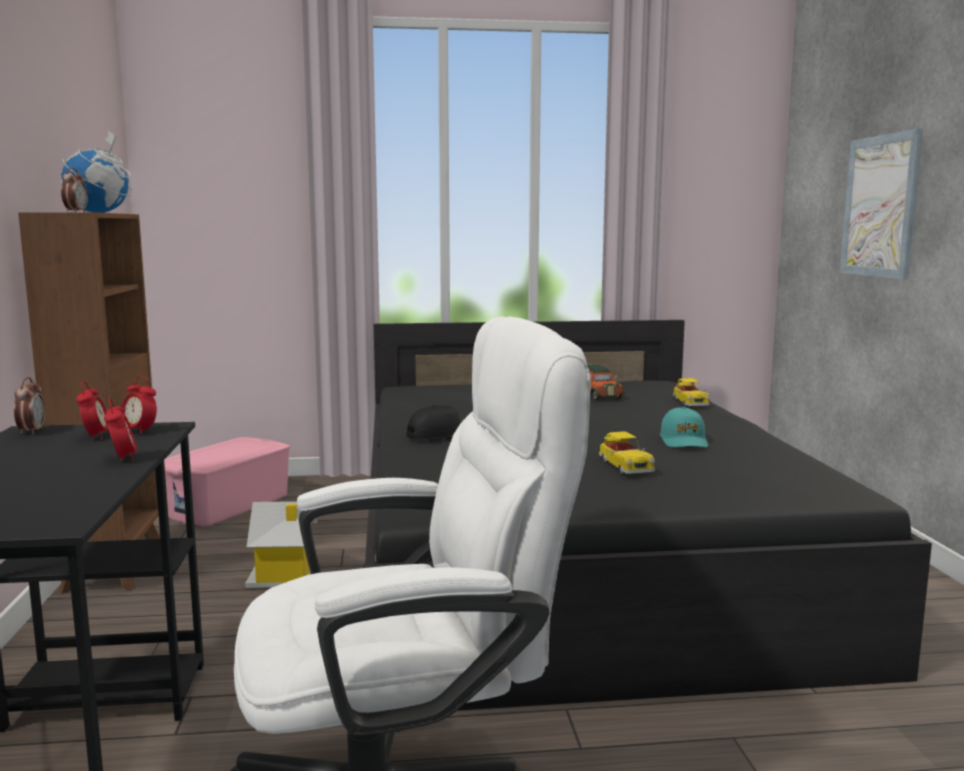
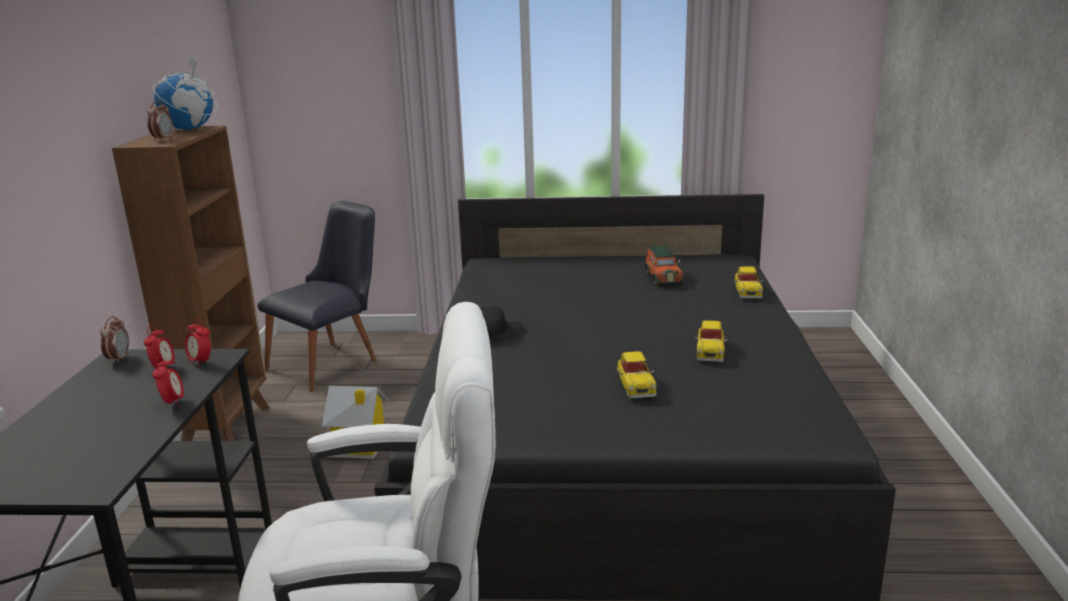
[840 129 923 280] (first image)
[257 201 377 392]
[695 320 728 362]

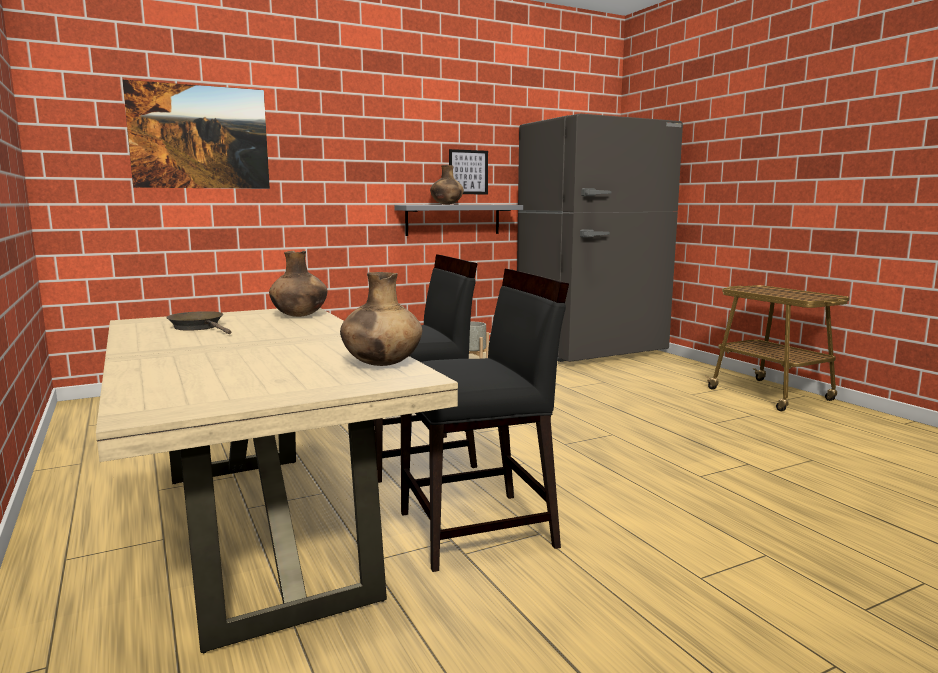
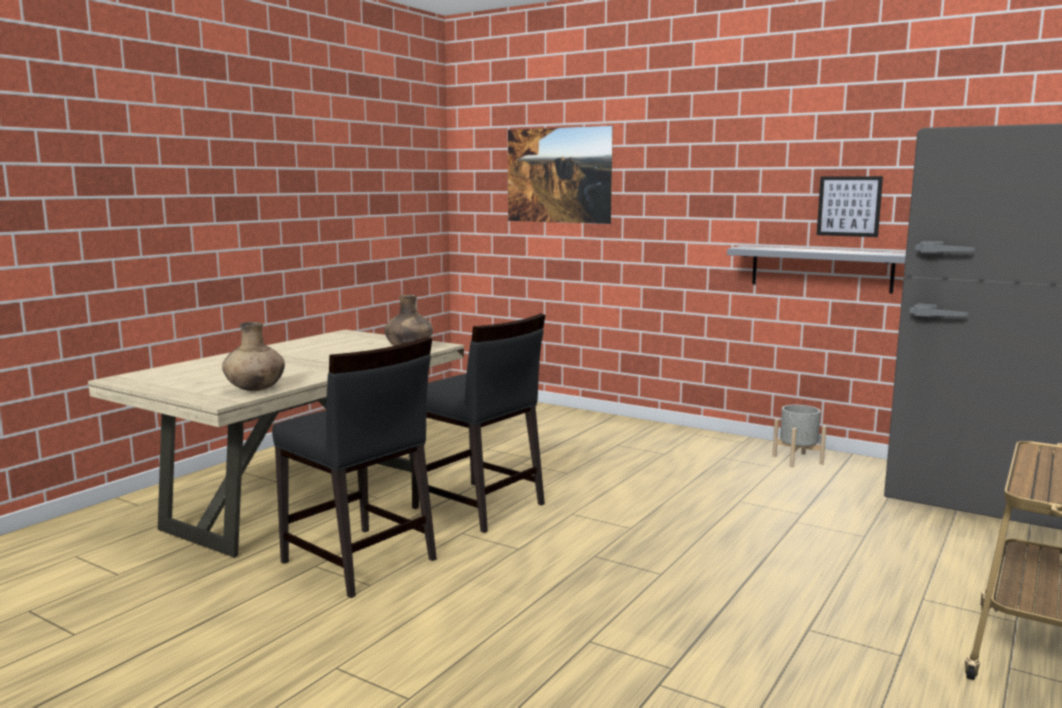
[166 311 231 334] (first image)
[430 165 464 205] (first image)

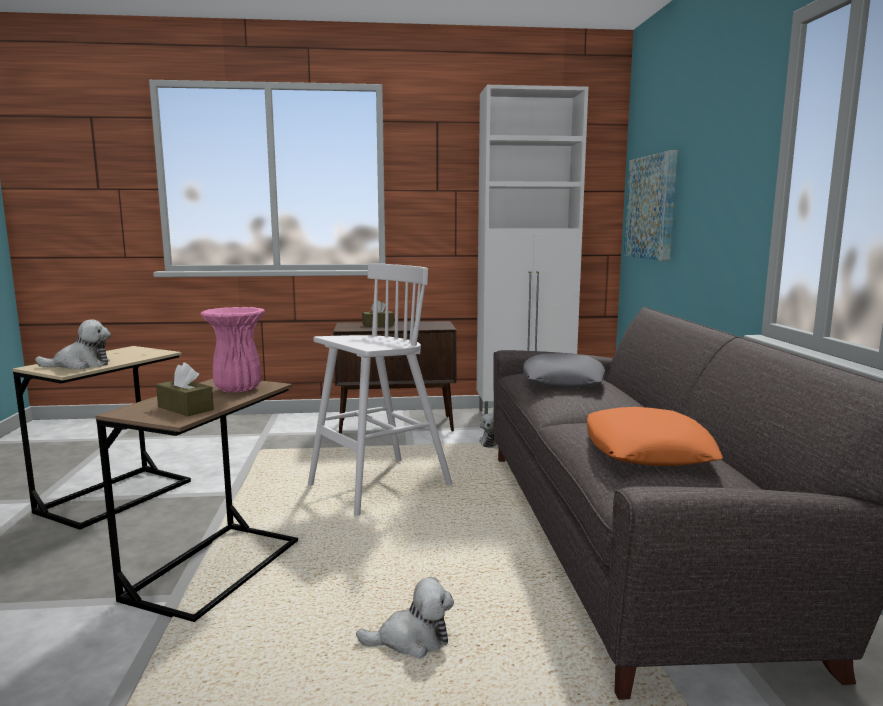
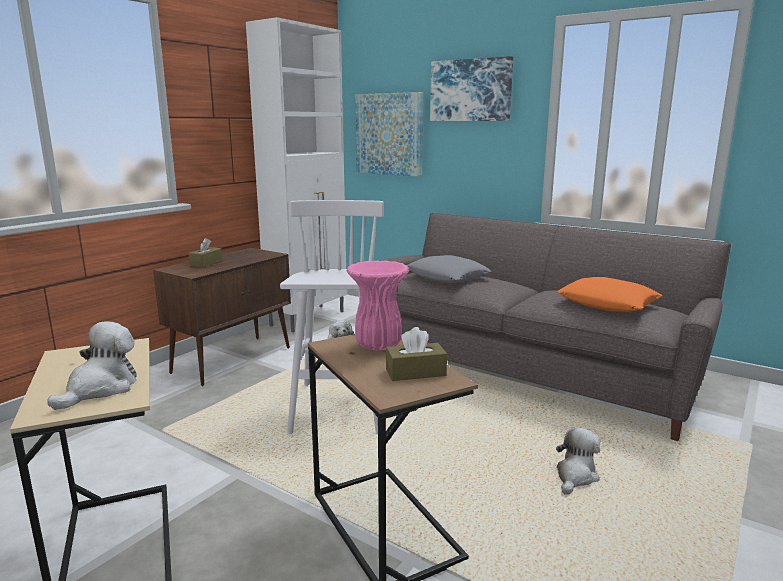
[430 56 513 121]

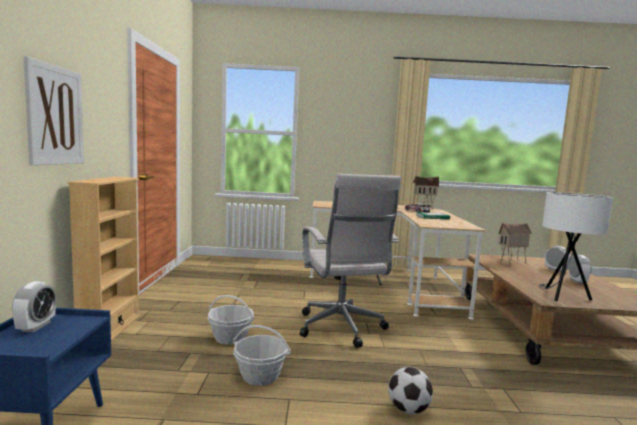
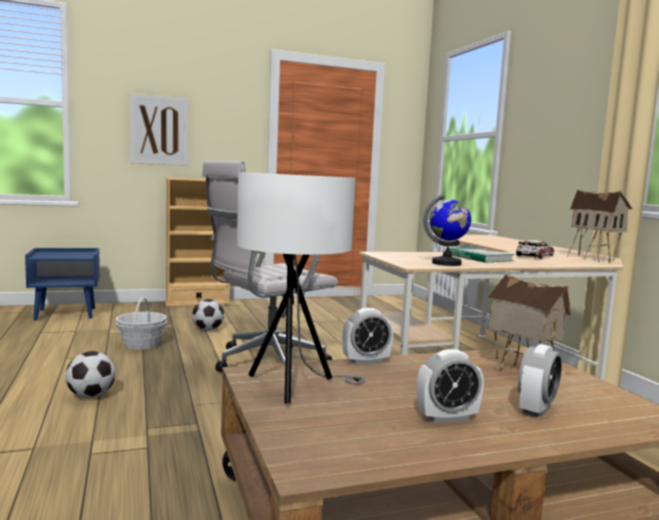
[423 194 471 266]
[342 308 393 365]
[192 299 224 331]

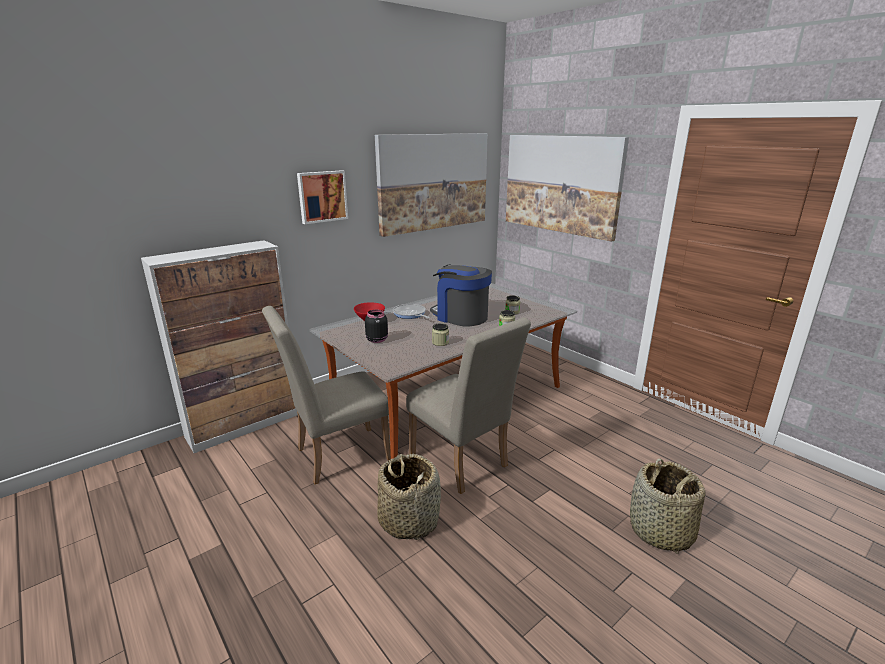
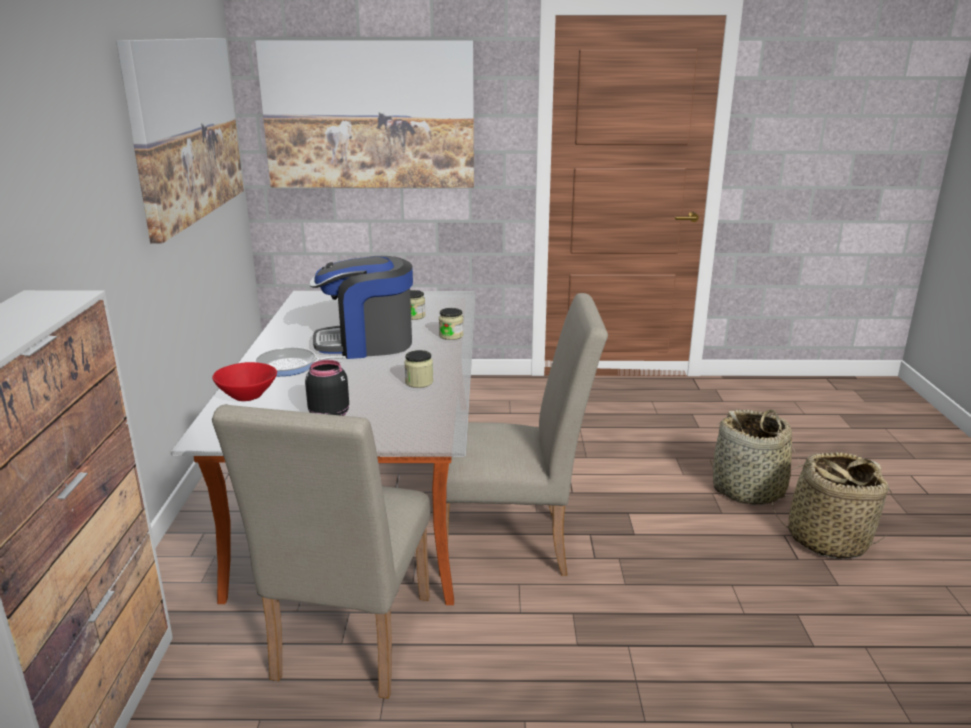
[297 170 348 224] (first image)
[772 452 893 559]

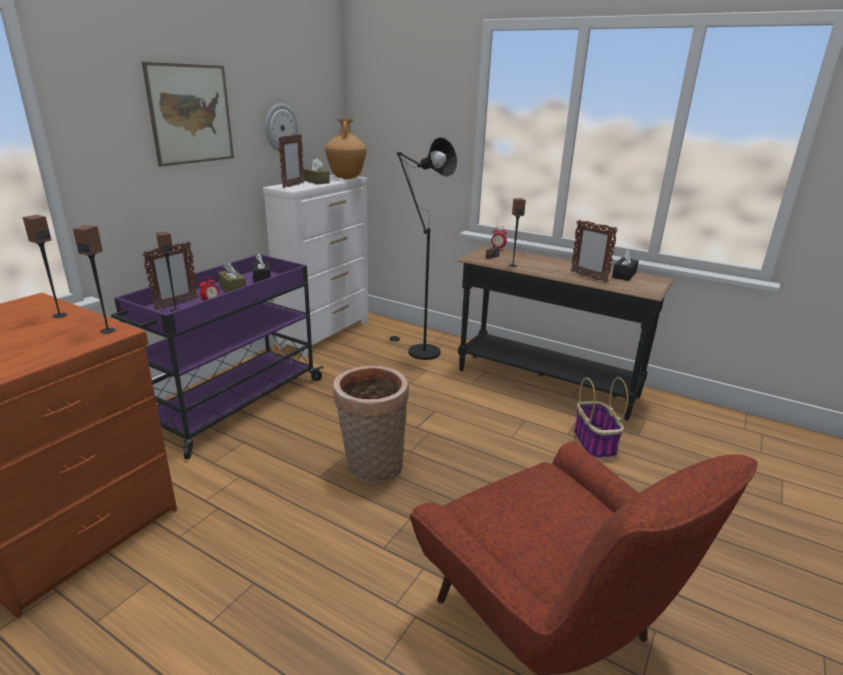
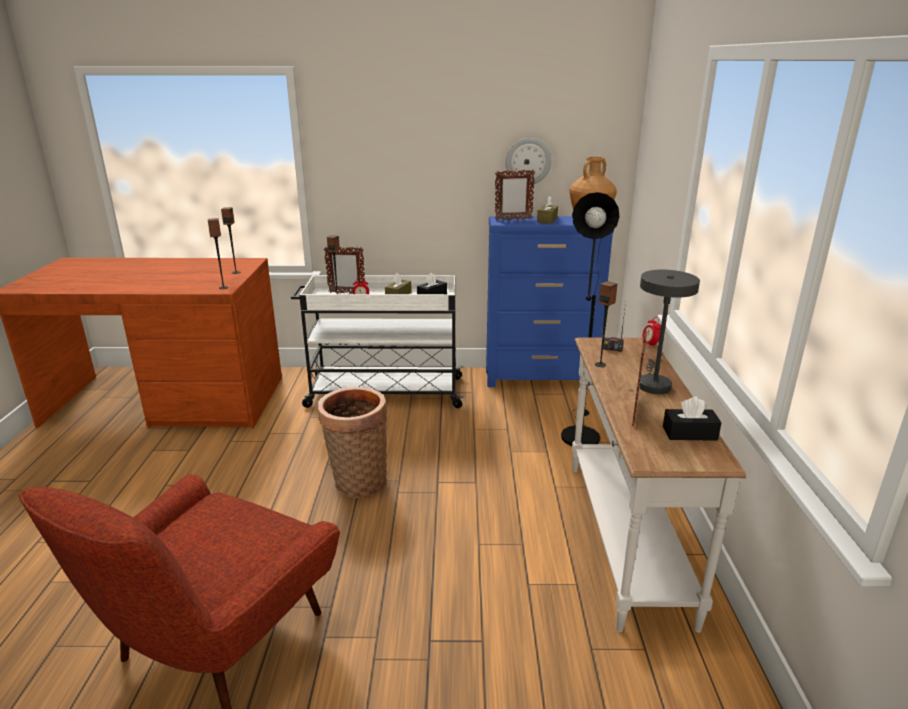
[142 62 234 167] (first image)
[574 377 628 459] (first image)
[639 270 700 394]
[291 275 464 408]
[486 216 614 387]
[572 338 746 633]

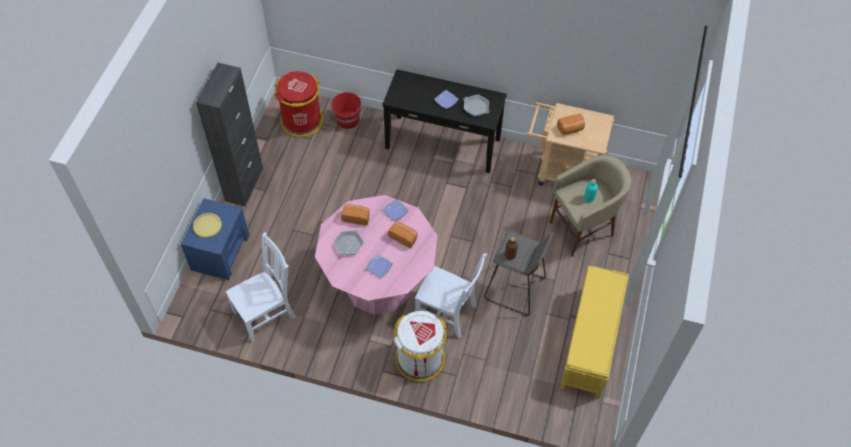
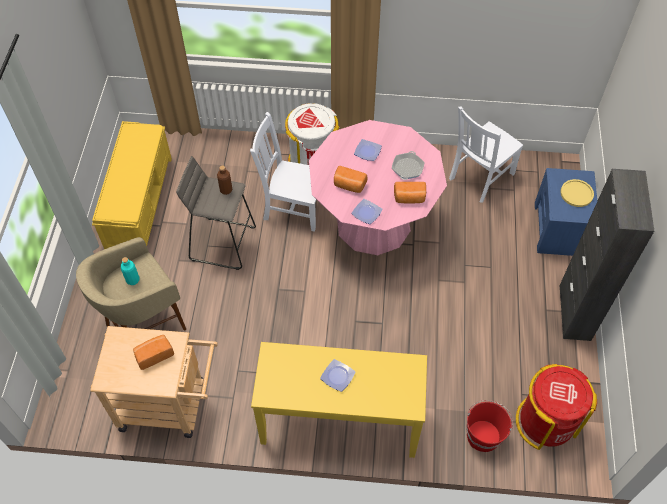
[463 95 490 116] (first image)
[251 342 427 458]

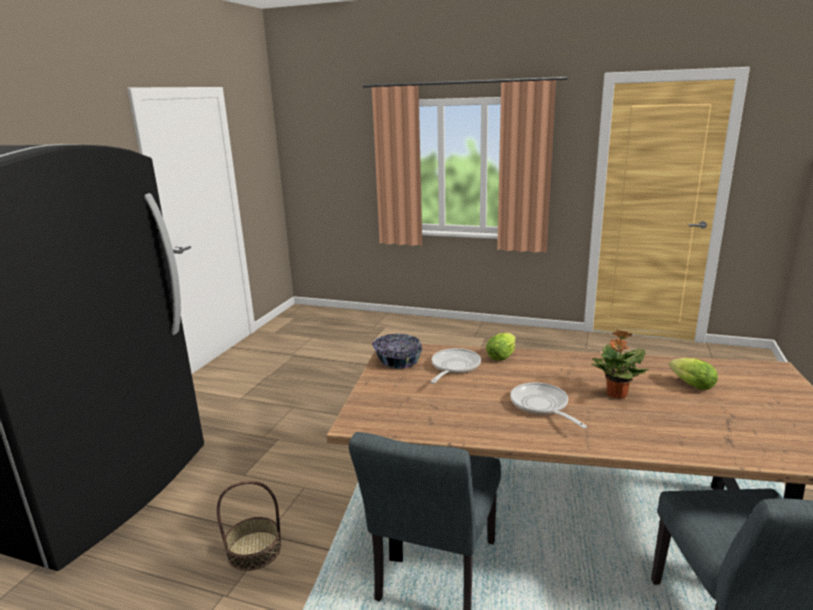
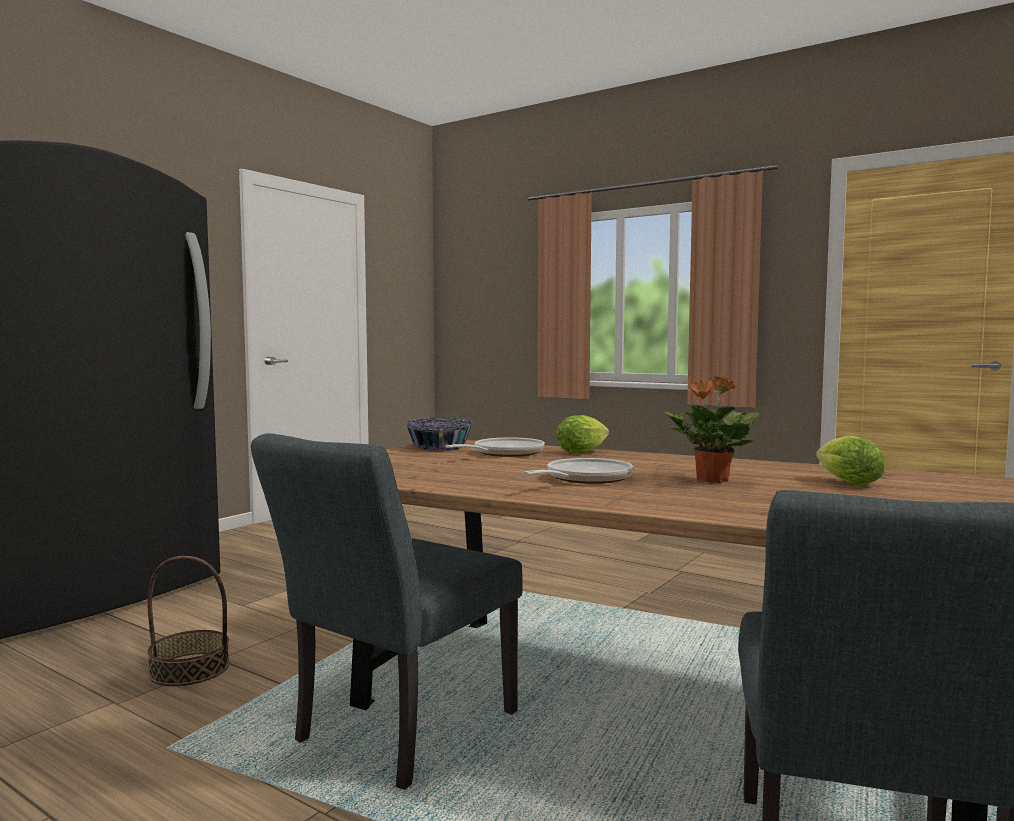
[522 458 633 484]

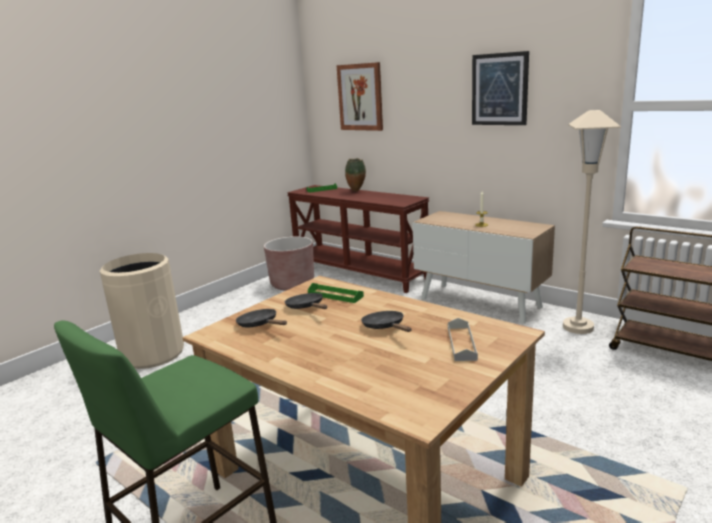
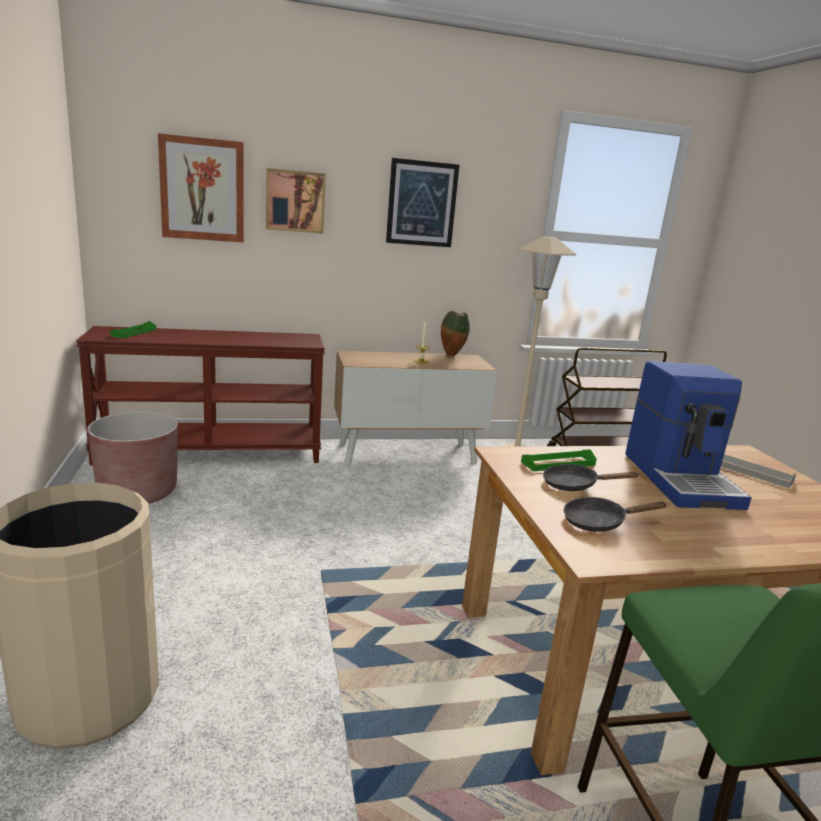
[266 168 326 234]
[441 311 470 356]
[625 361 752 510]

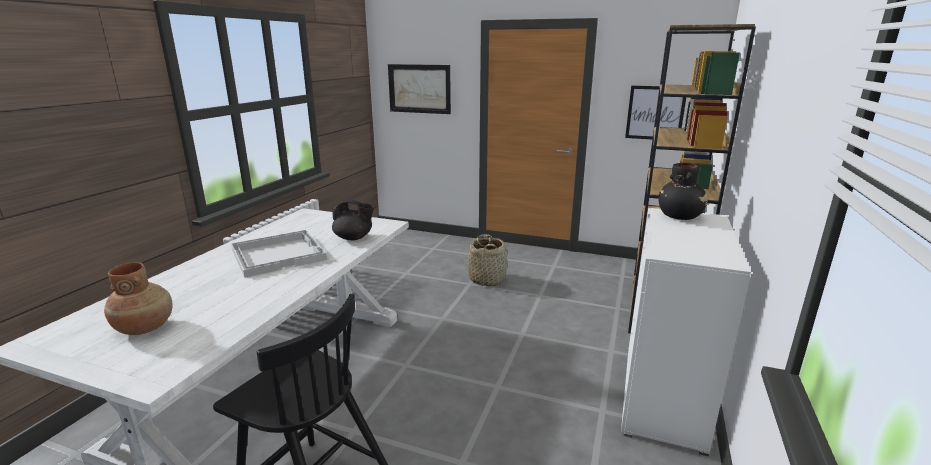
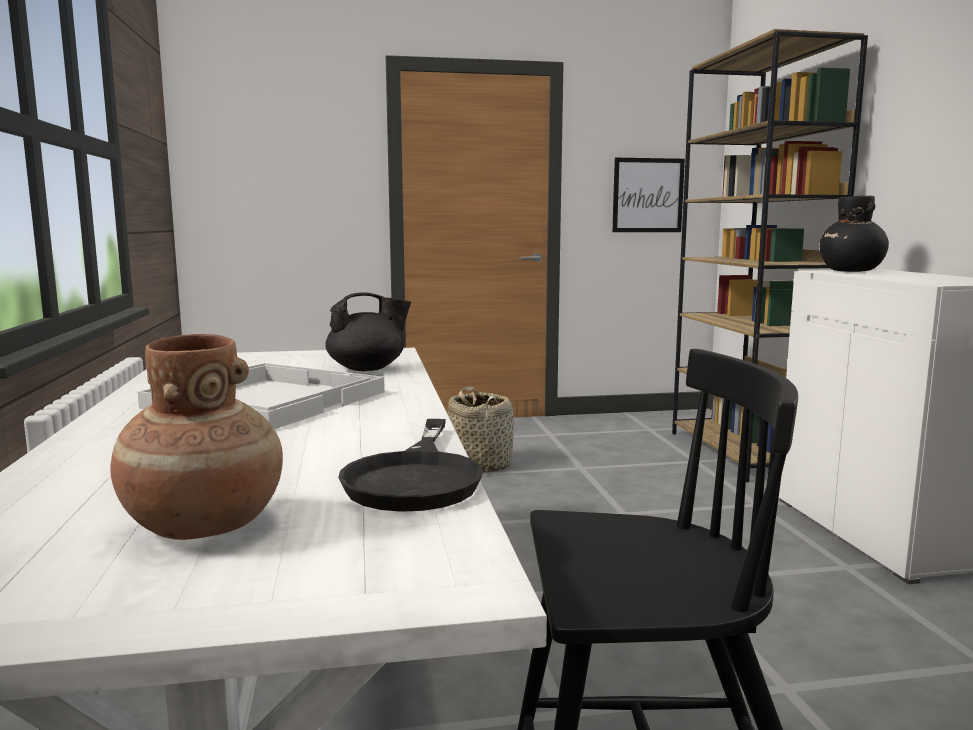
[388 64 451 114] (first image)
[338 419 483 512]

